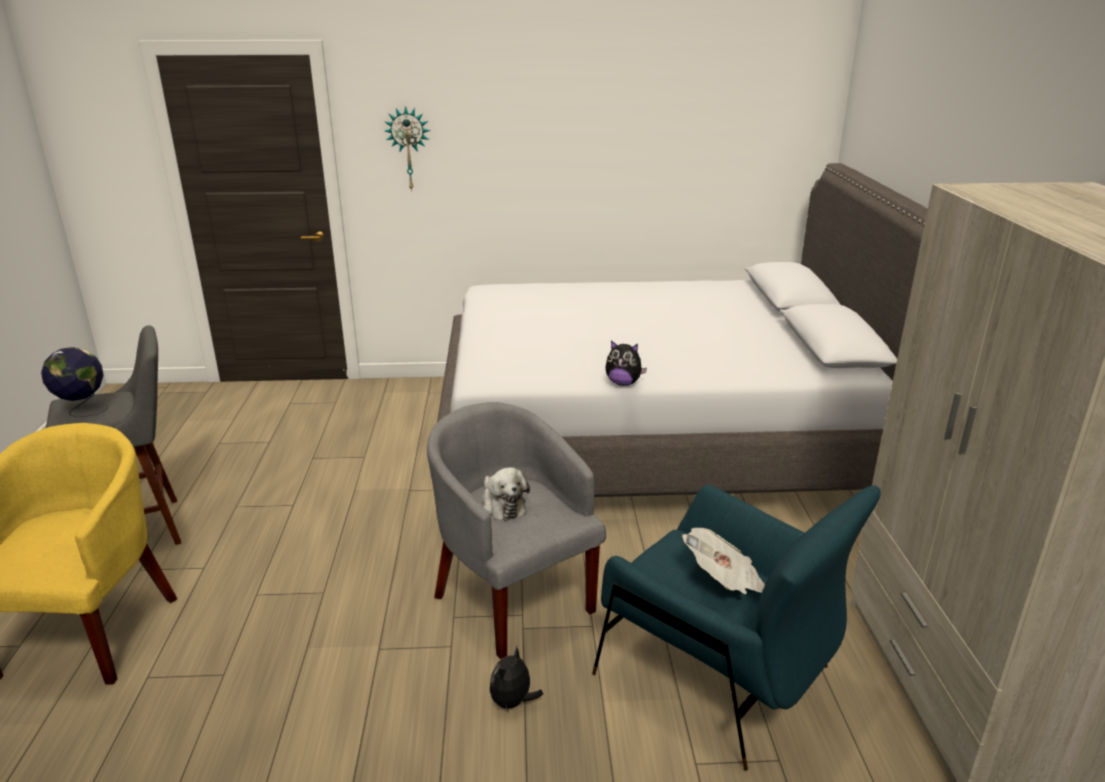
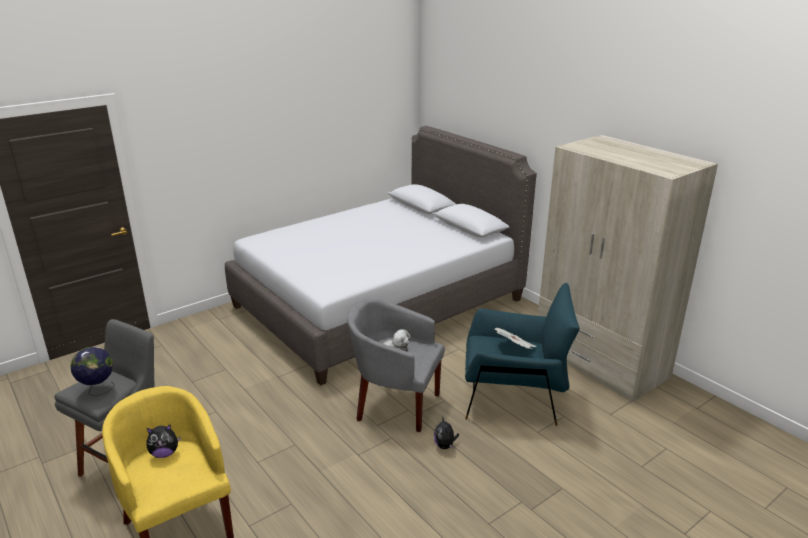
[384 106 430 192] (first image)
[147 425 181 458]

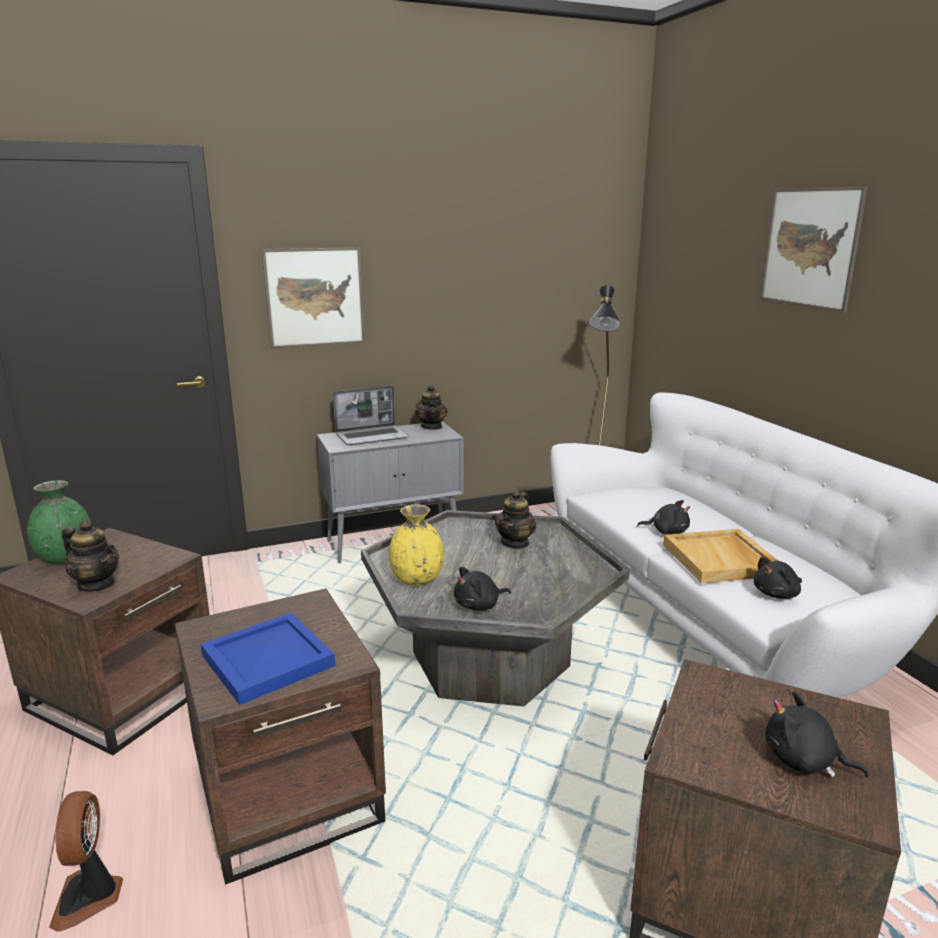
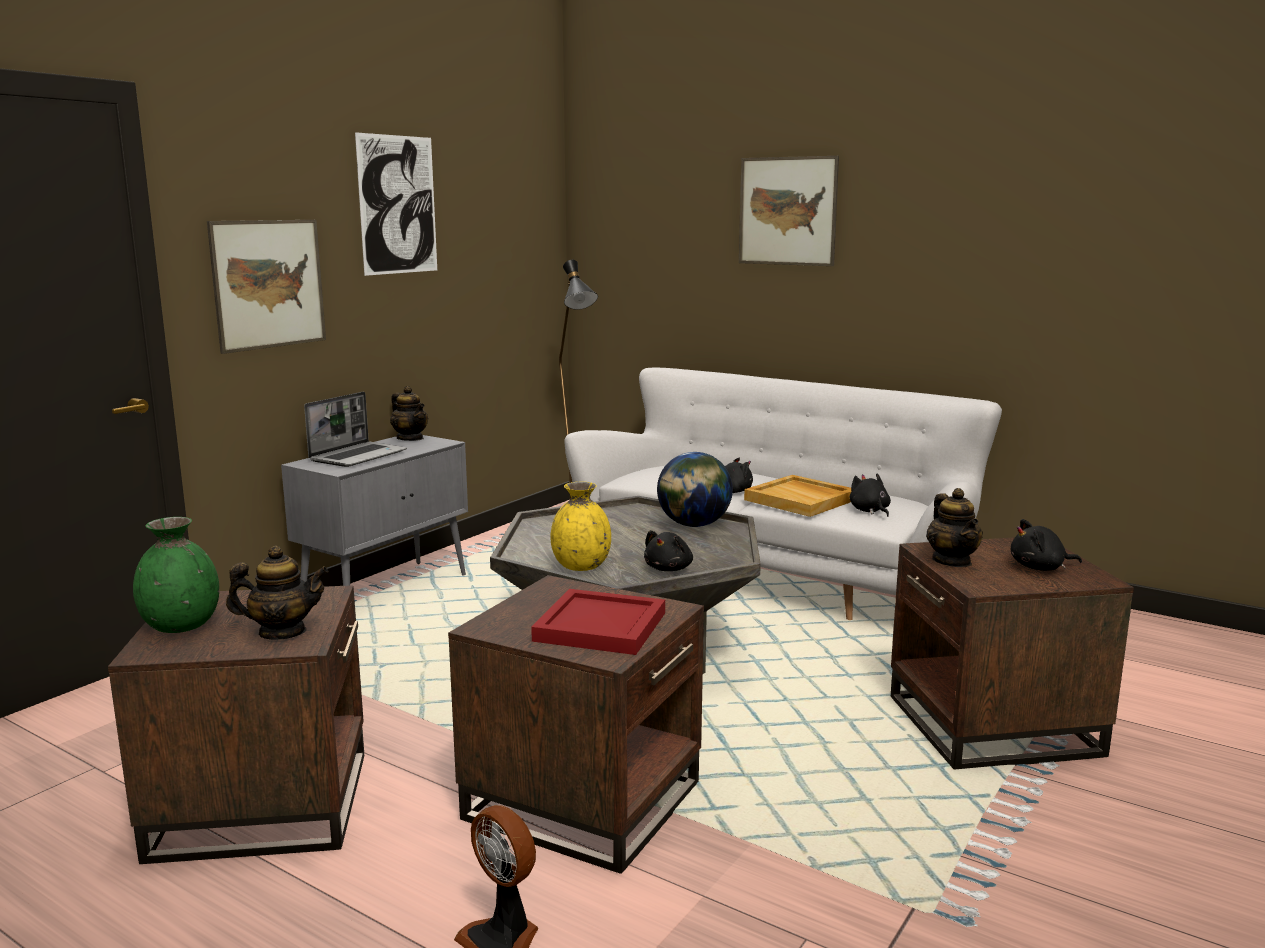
[355 132 437 276]
[657 452 733 527]
[926 488 983 567]
[531 589 665 655]
[850 474 891 517]

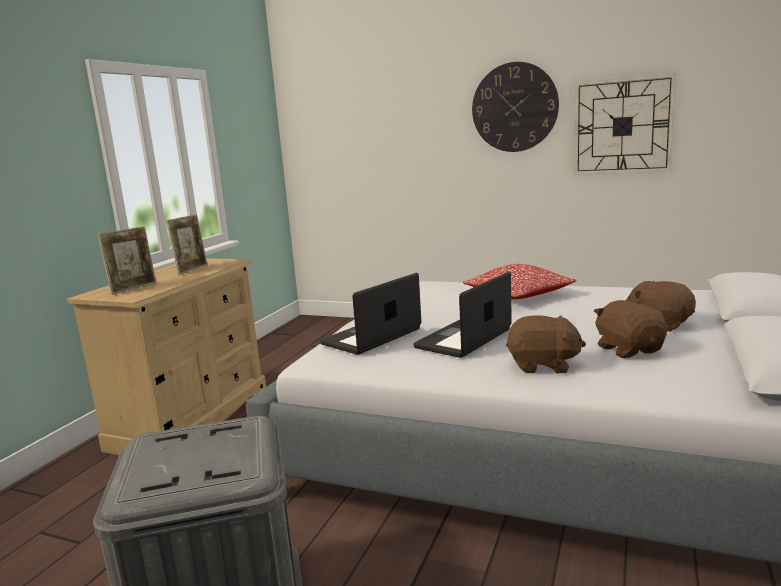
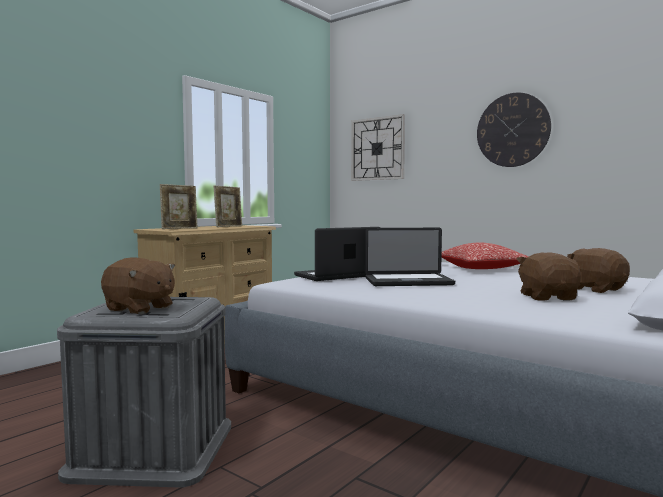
[101 258 175 314]
[351 114 405 181]
[365 228 455 286]

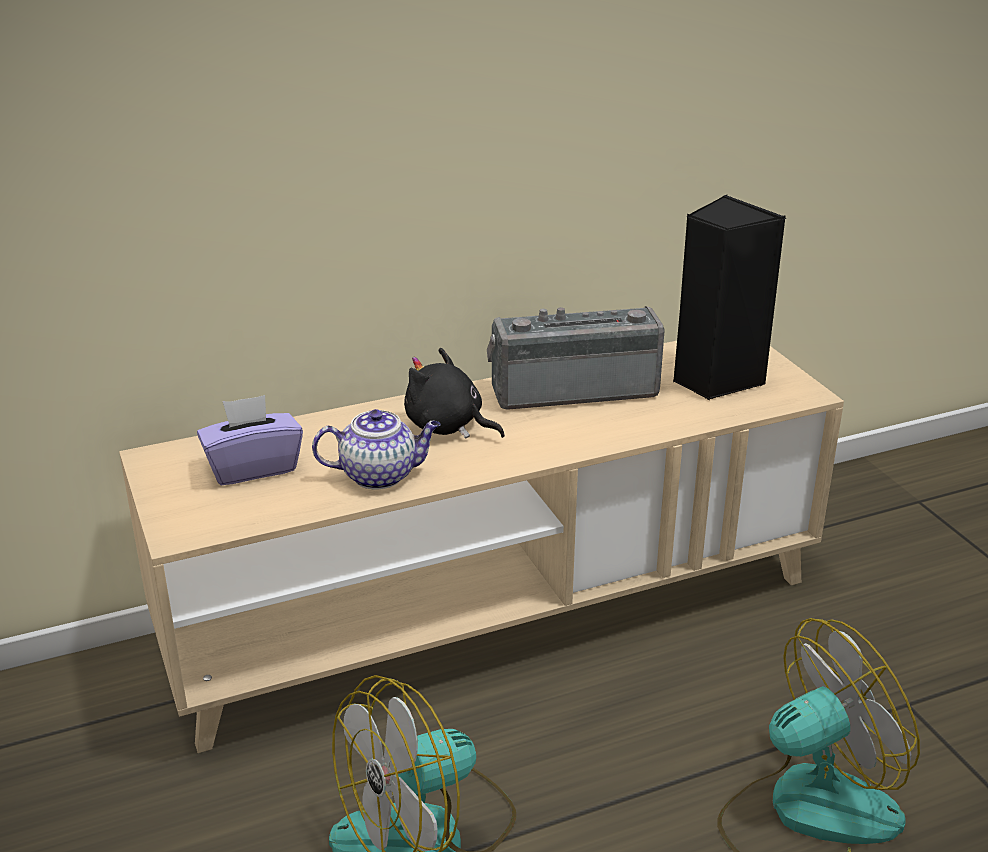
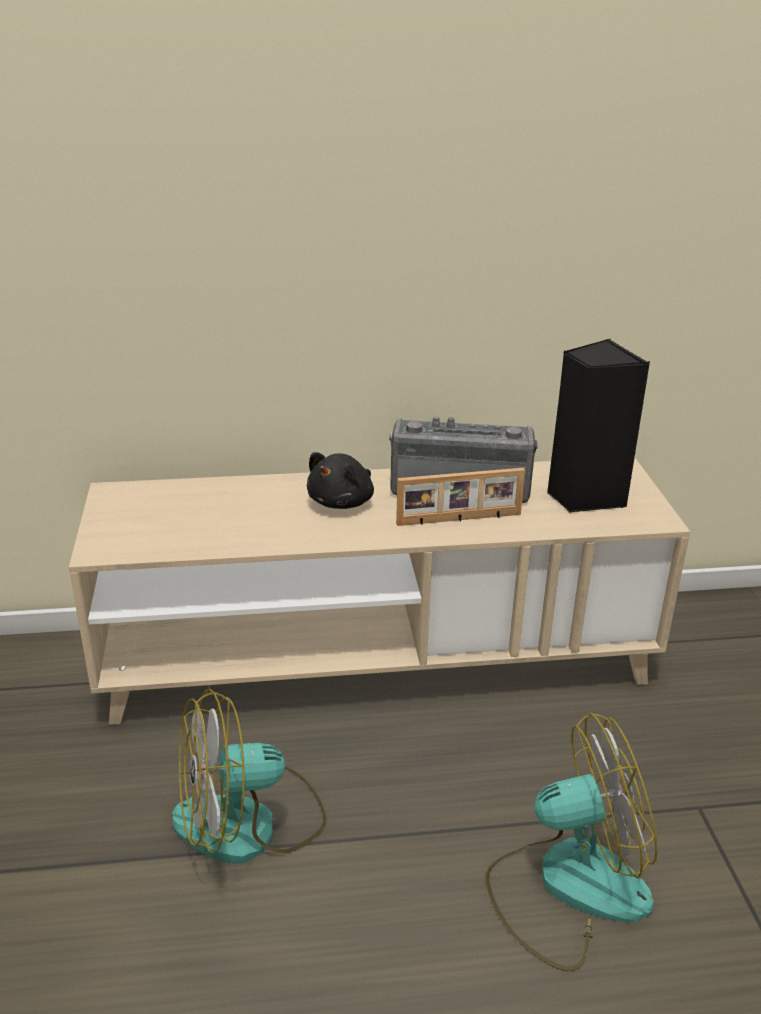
[197 395 303 485] (first image)
[312 409 441 489] (first image)
[396 468 525 526]
[307 452 374 509]

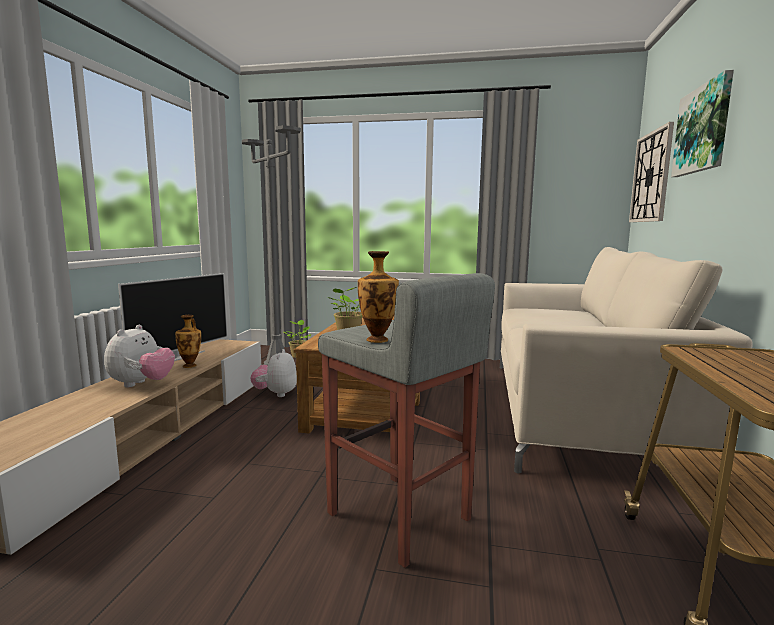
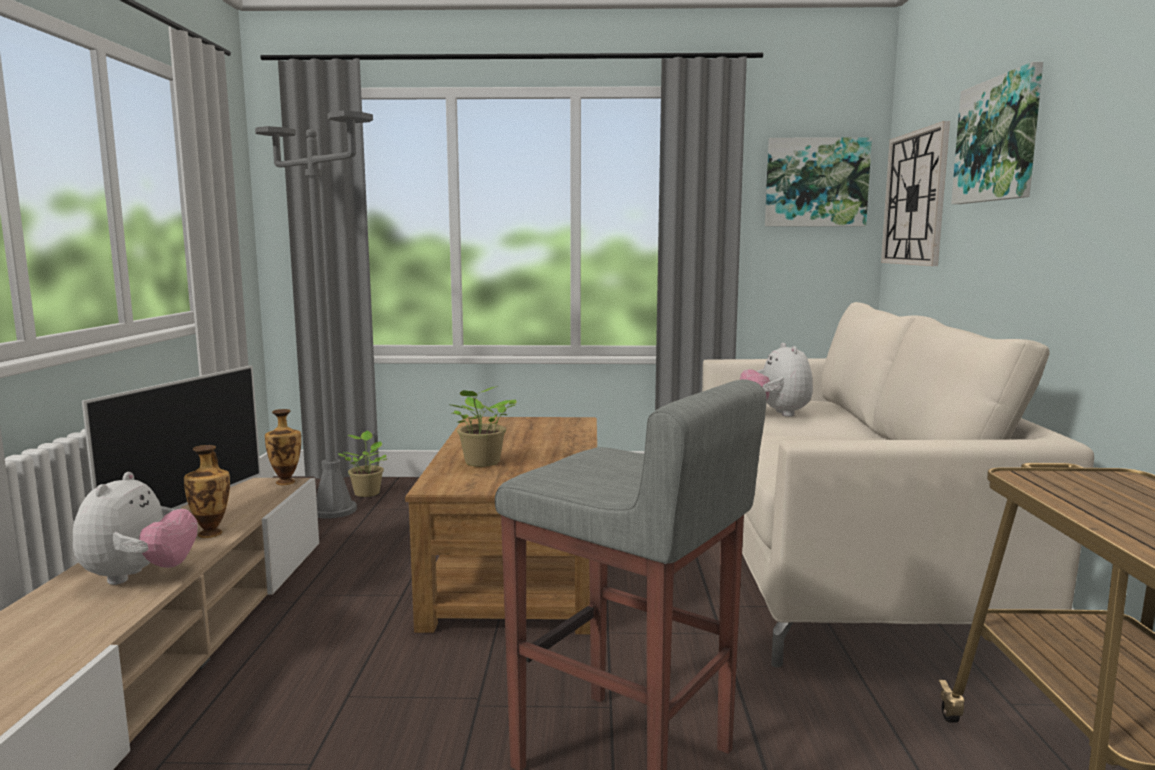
[765 137 872 226]
[740 343 813 417]
[265 409 301 485]

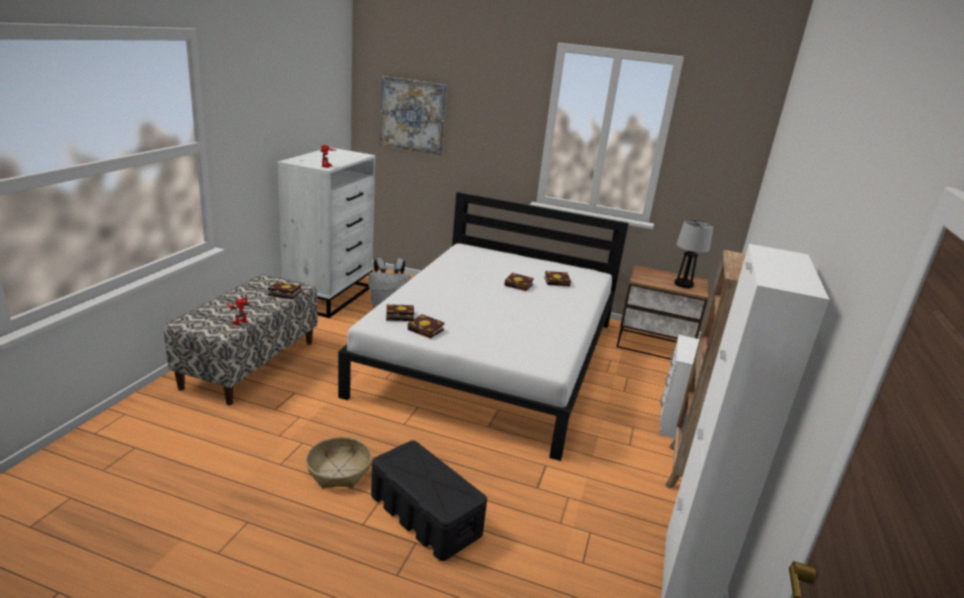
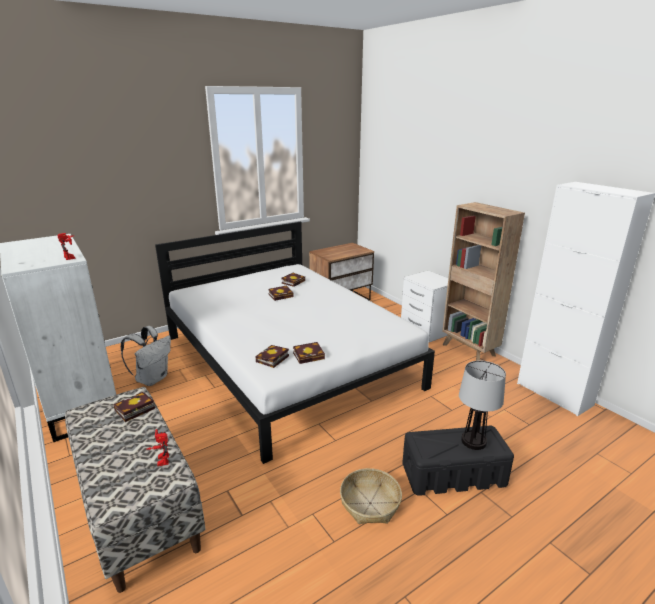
[380 76 447 155] (first image)
[459 361 506 450]

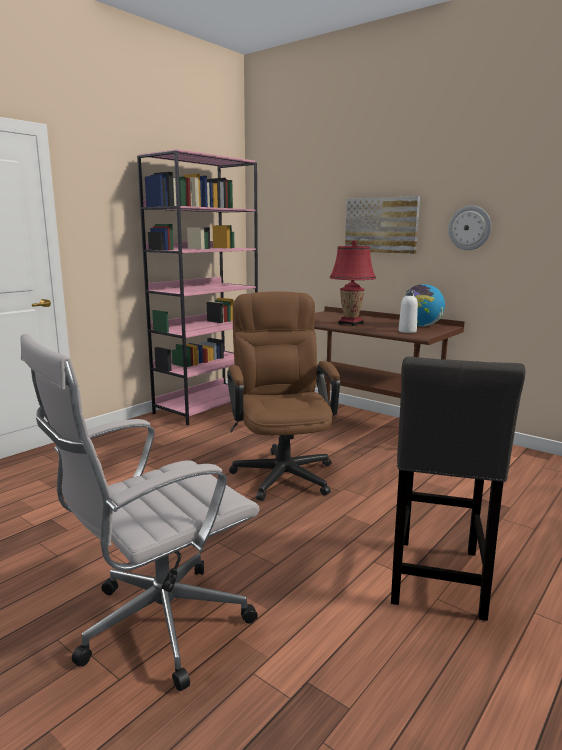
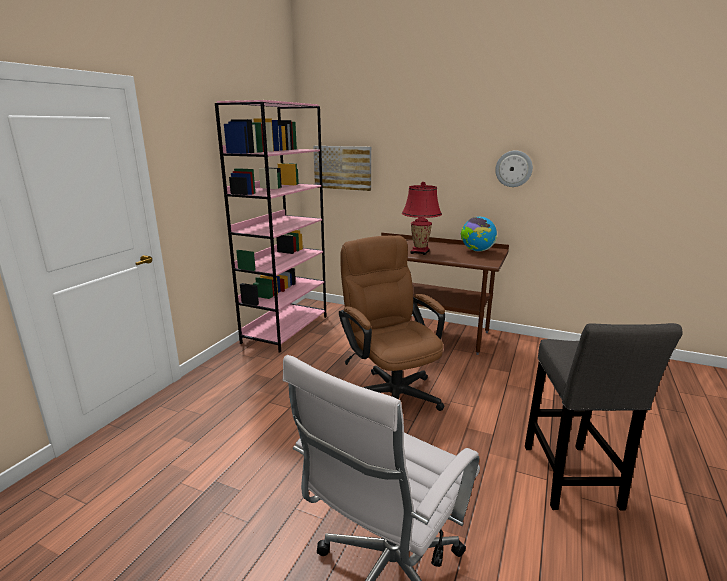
[399 290 418 333] (first image)
[313 146 371 191]

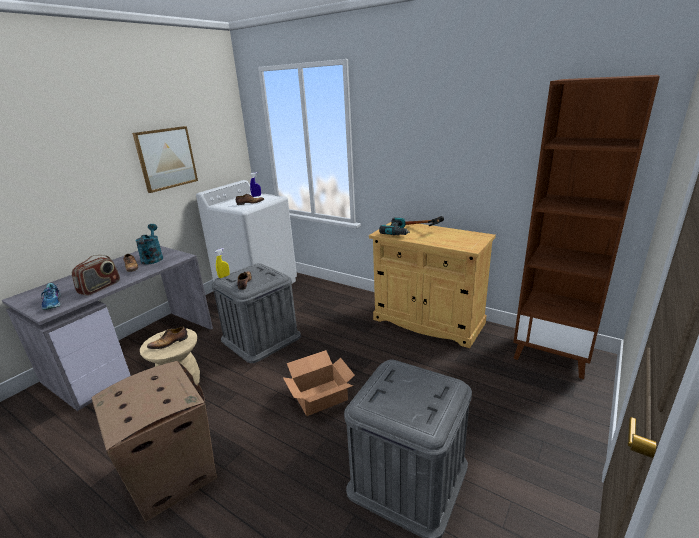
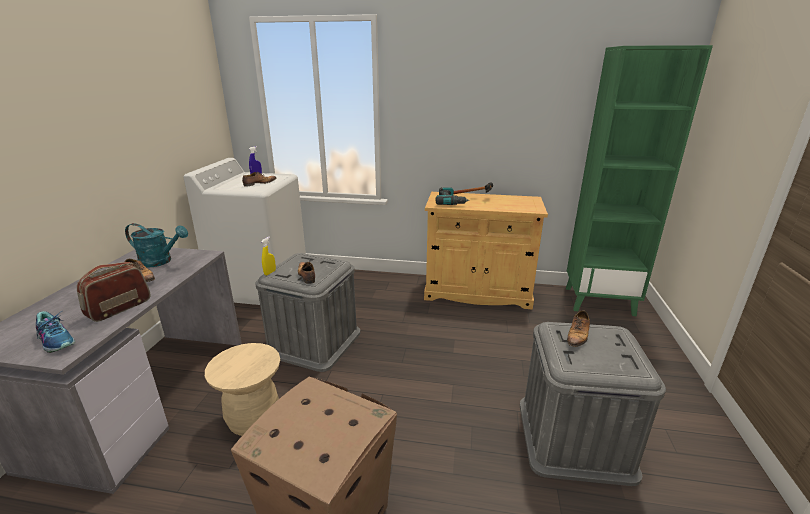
[132 126 198 193] (first image)
[283 350 355 416] (first image)
[567 311 590 347]
[566 45 713 316]
[77 262 150 322]
[125 223 188 268]

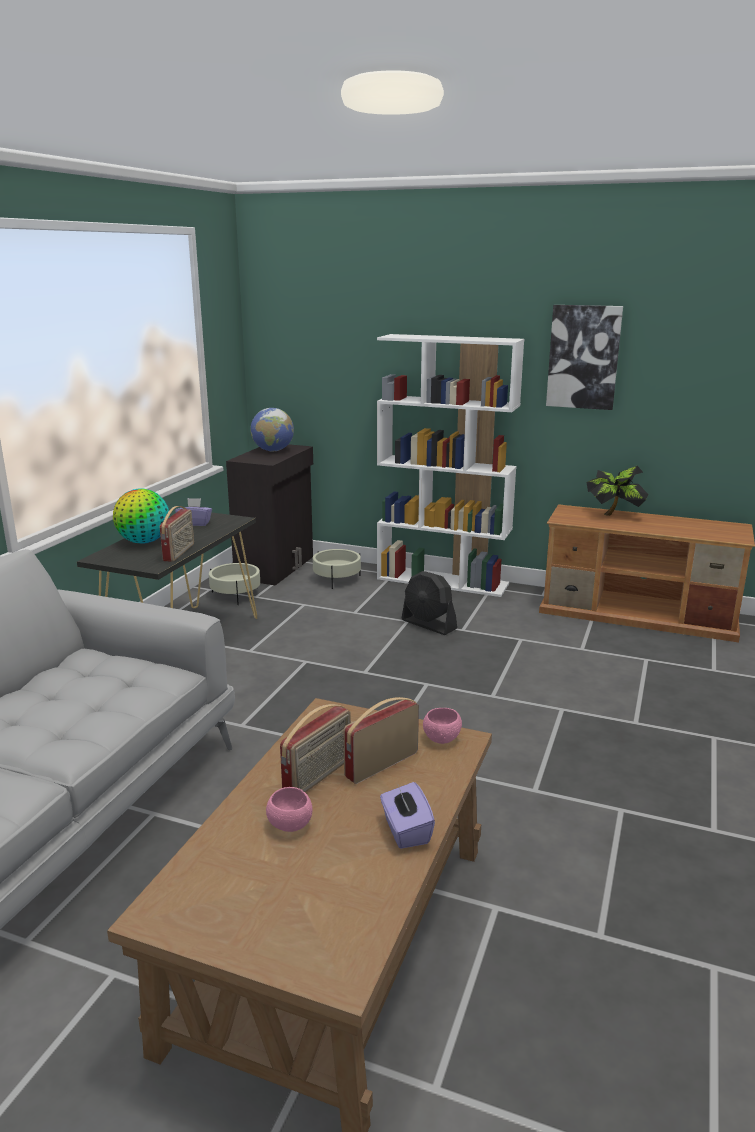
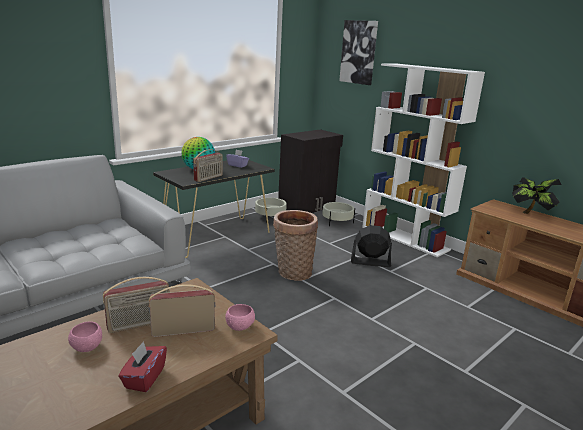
[250 408 294 451] (first image)
[273 210 318 281]
[339 20 378 85]
[118 341 167 392]
[351 225 392 267]

